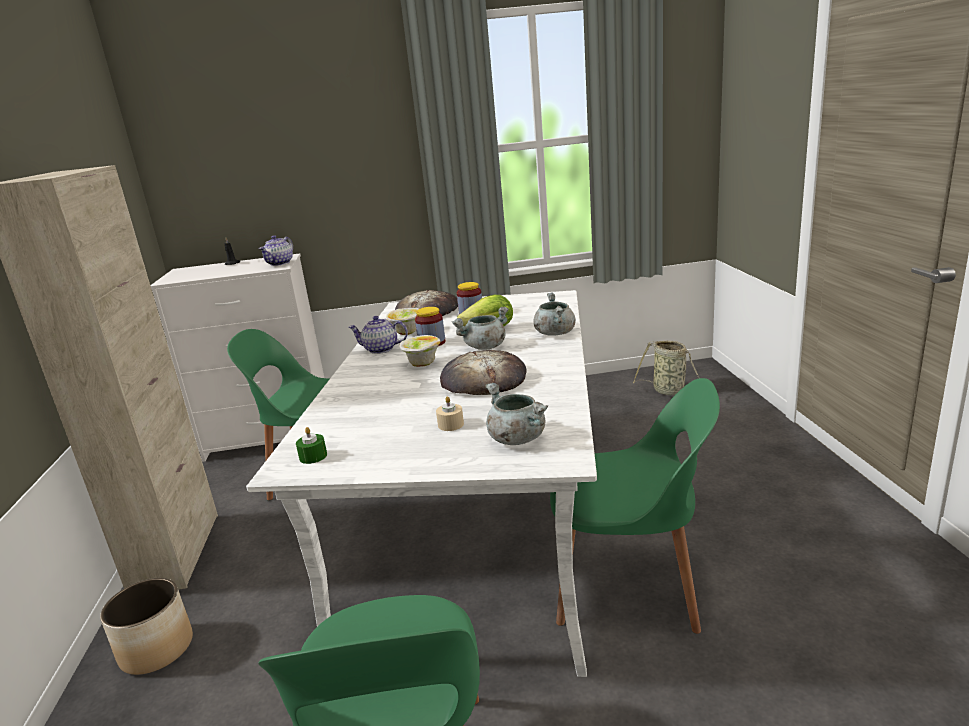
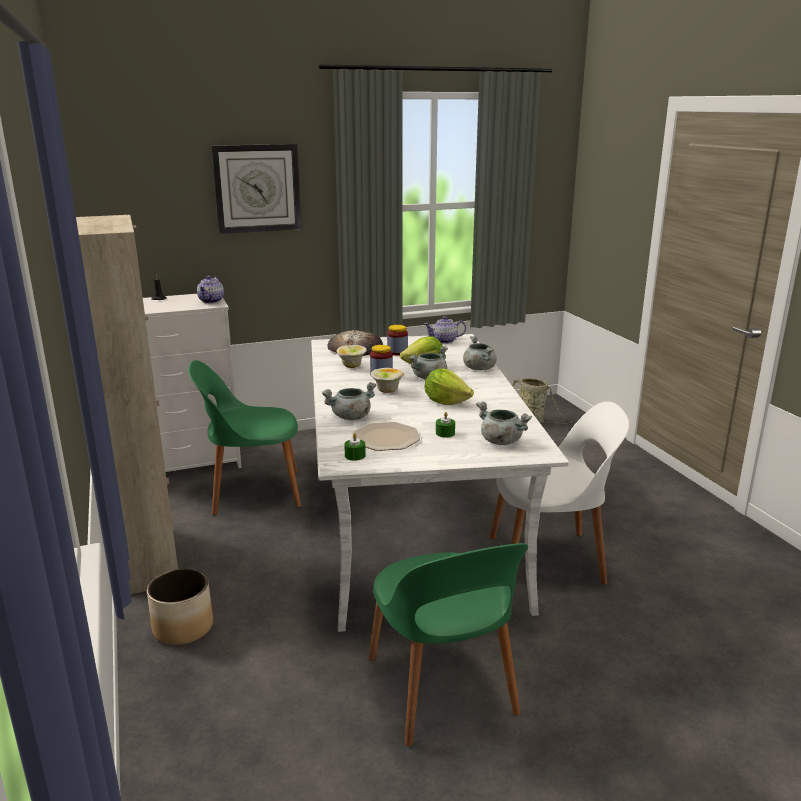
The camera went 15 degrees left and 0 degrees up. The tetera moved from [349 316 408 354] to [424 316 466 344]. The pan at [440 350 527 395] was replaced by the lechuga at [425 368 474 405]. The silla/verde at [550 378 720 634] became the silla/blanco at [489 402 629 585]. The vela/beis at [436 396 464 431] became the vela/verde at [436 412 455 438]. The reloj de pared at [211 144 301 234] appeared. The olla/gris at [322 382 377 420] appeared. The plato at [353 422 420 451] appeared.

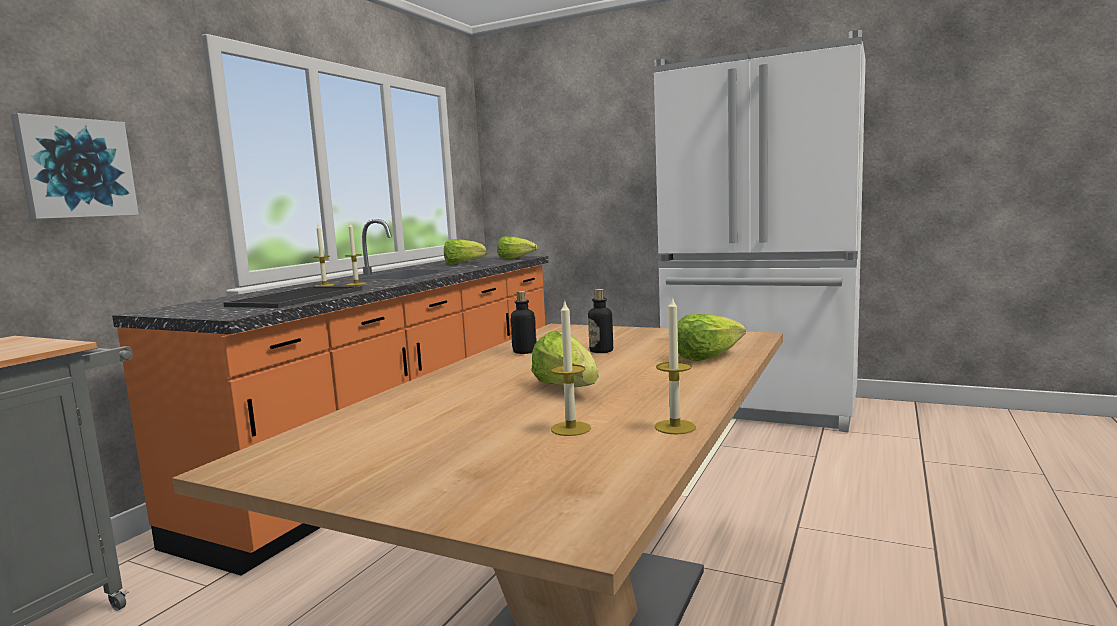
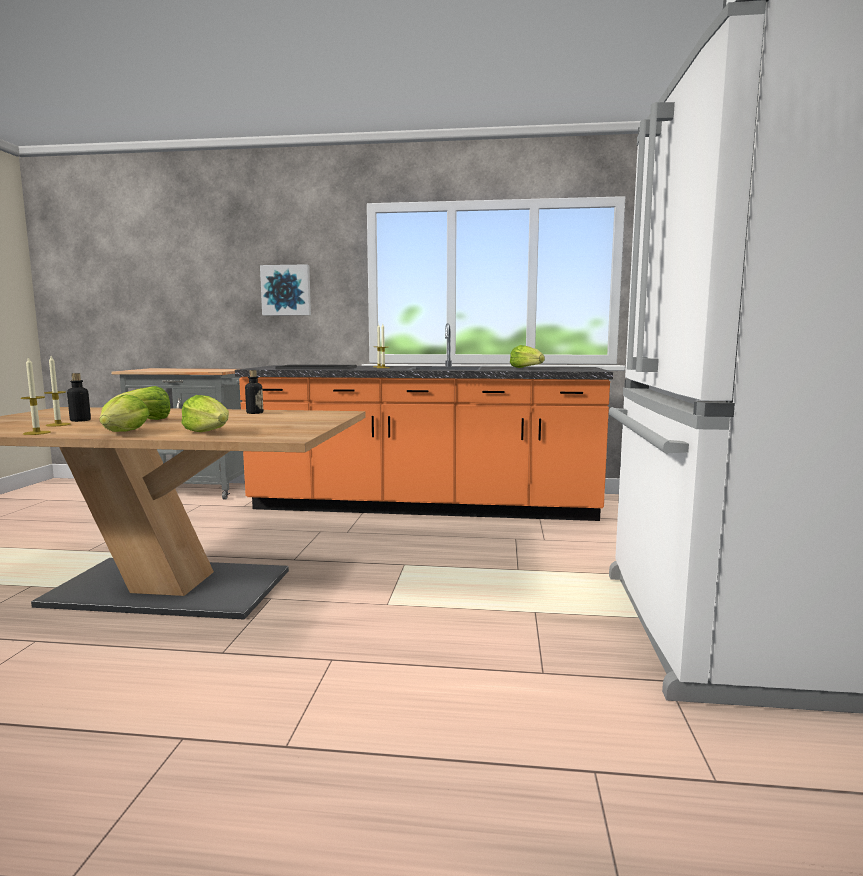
The camera went 70 degrees right and 0 degrees up. The lechuga moved from [497 236 537 259] to [99 394 150 432]. The botella moved from [588 289 613 353] to [67 373 91 422].

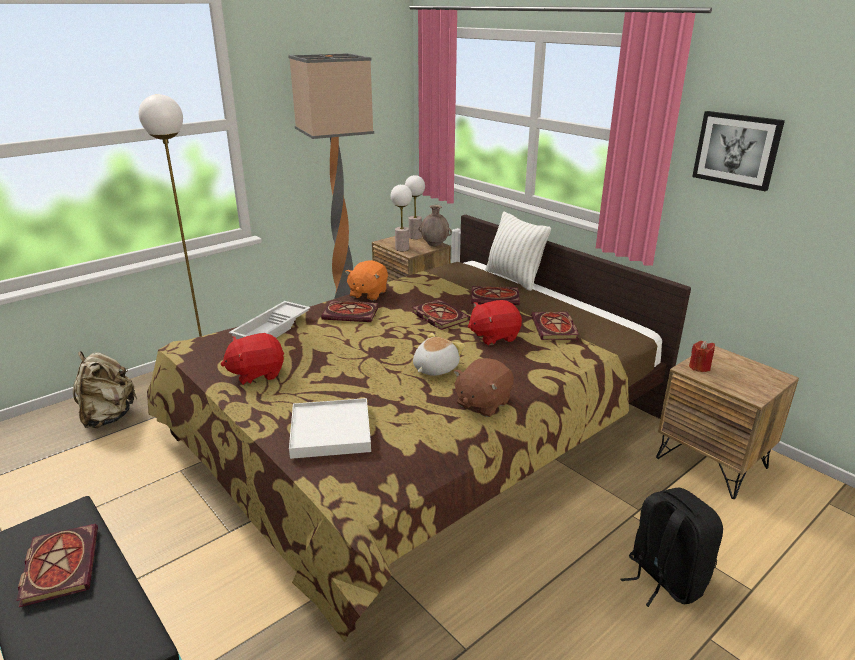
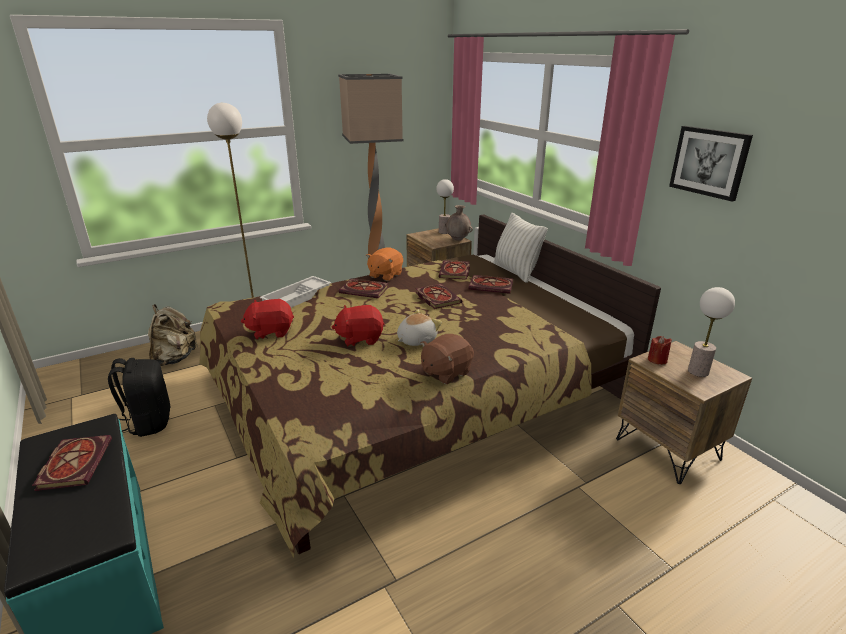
The camera went 10 degrees right and 0 degrees up. The lámpara de mesa moved from [391 184 412 252] to [688 287 735 377]. The peluche/rojo moved from [468 300 522 345] to [331 305 384 347]. The libro moved from [531 312 579 340] to [439 260 470 280]. The bandeja/blanco at [289 398 371 459] disappeared. The mochila/negro moved from [621 488 723 607] to [108 358 171 437].

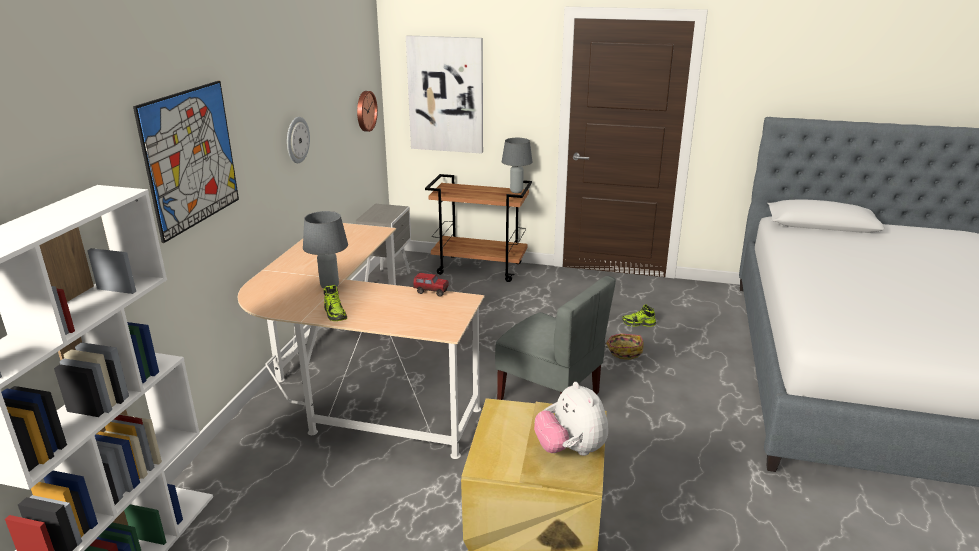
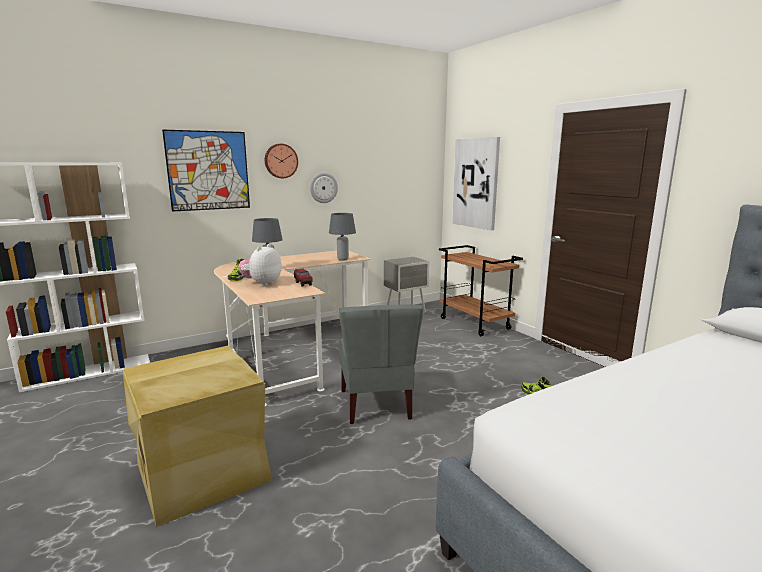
The camera went 45 degrees right and 10 degrees down. The reloj de pared moved from [357 91 378 132] to [265 144 298 178]. The lámpara de mesa/gris moved from [502 138 532 193] to [329 213 356 261]. The cesta at [605 333 644 360] disappeared. The peluche moved from [534 382 608 456] to [238 244 282 286].

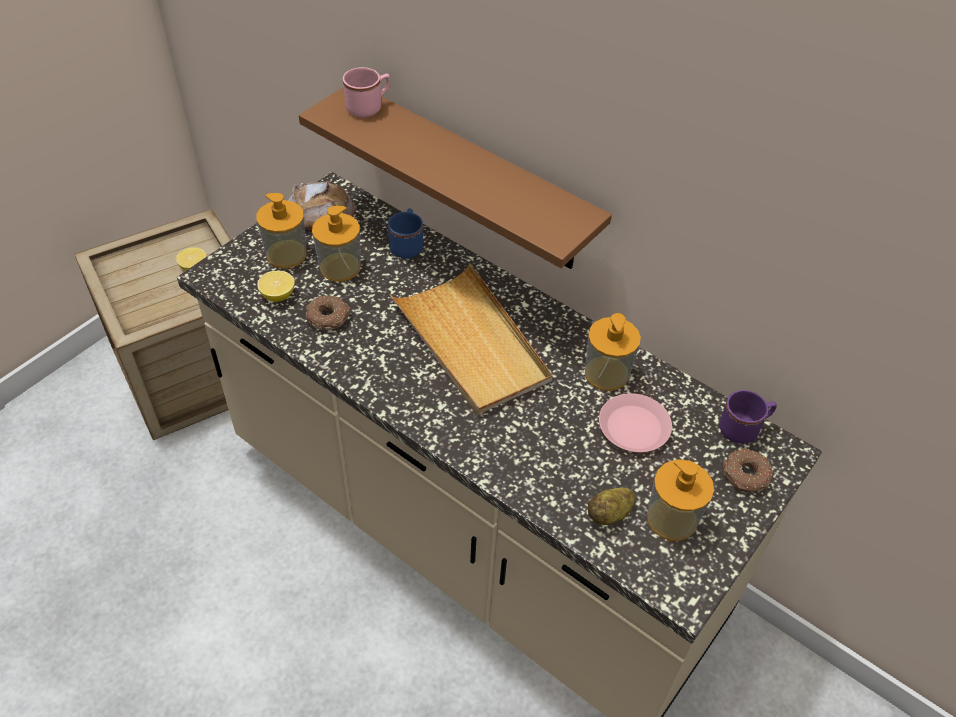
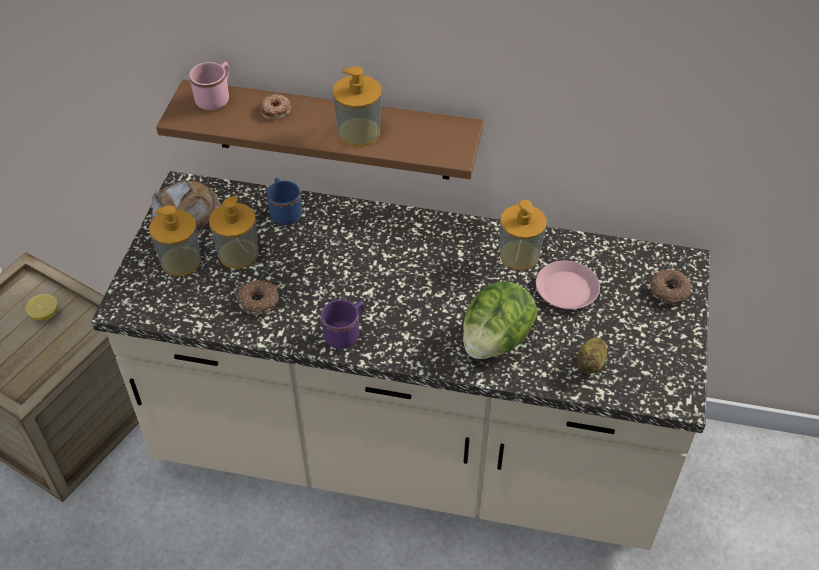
The camera went 25 degrees left and 0 degrees up. The bandeja/beis at [389 263 553 415] disappeared. The limón at [257 271 295 302] disappeared. The taza grande/morado moved from [719 390 777 444] to [321 300 365 349]. The dispensador de jabón moved from [647 460 714 541] to [333 66 382 146]. The rosquilla at [260 94 291 120] appeared. The lechuga at [463 282 538 359] appeared.

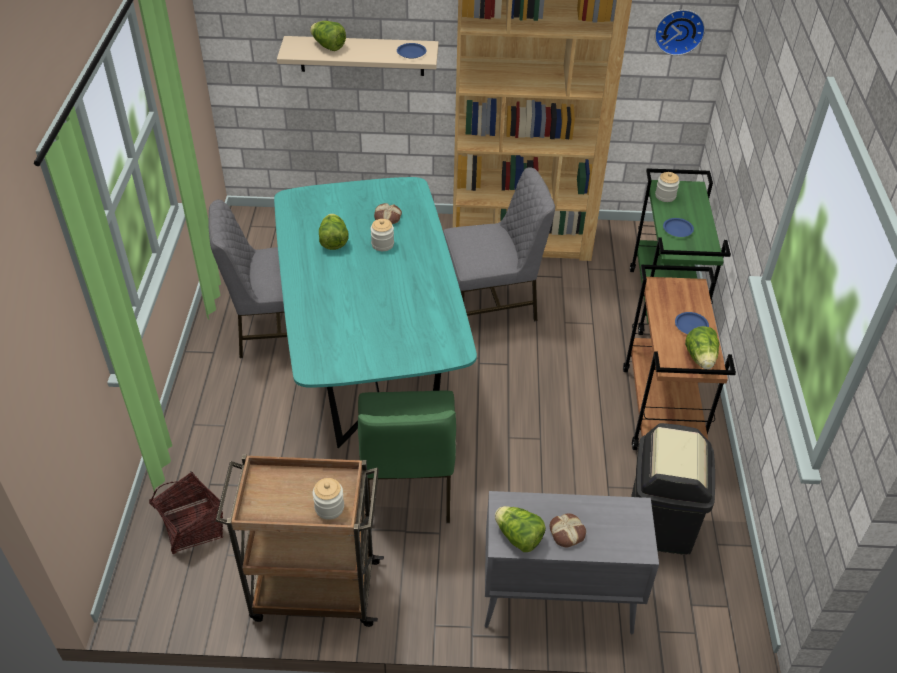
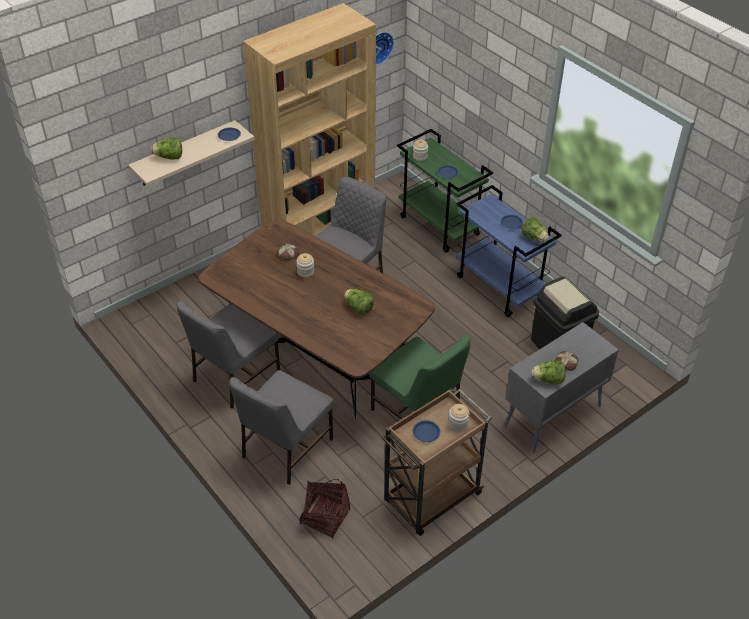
The camera went 40 degrees left and 0 degrees up. The mesa de comedor/turquesa at [274 177 477 448] became the mesa de comedor/marrón at [198 219 435 419]. The lechuga moved from [319 214 349 250] to [344 289 374 315]. The carrito/marrón at [623 265 736 450] became the carrito/azul at [456 185 562 317]. The silla/gris at [229 370 334 485] appeared. The plato/azul at [413 420 440 442] appeared.

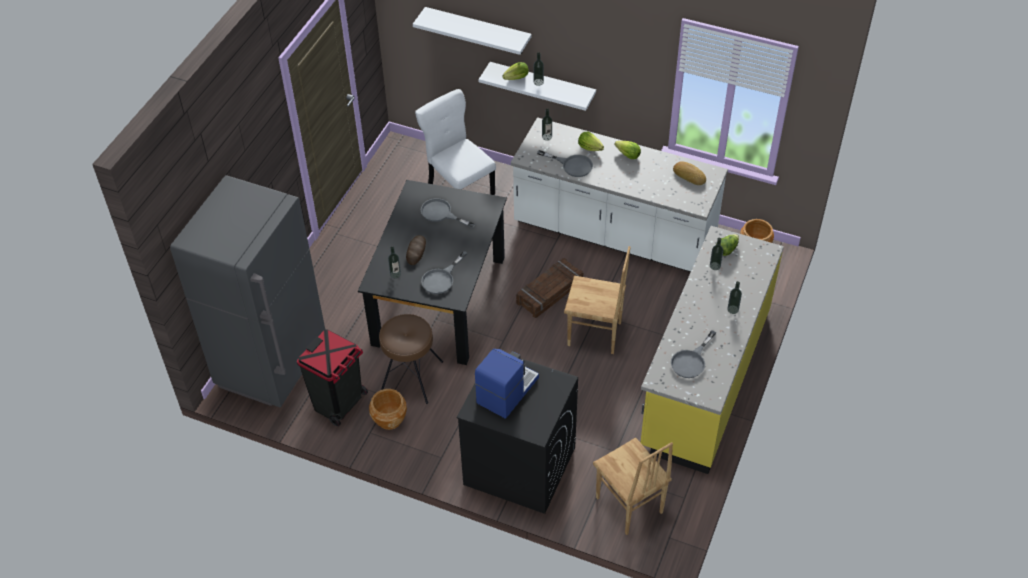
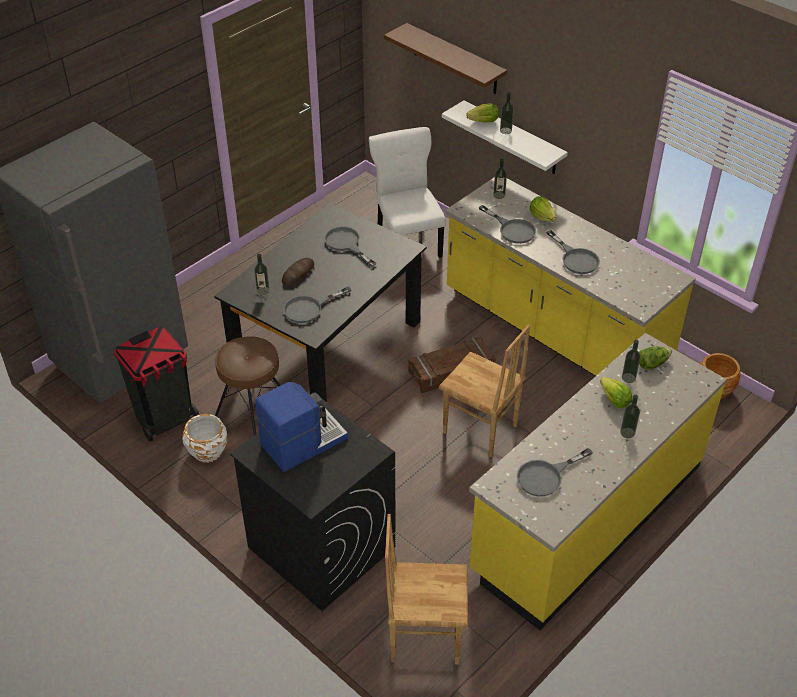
The camera went 20 degrees right and 5 degrees down. The estante/blanco at [413 7 532 55] became the estante/marrón at [384 23 507 94]. The mueble bajo de cocina/blanco at [511 117 728 272] became the mueble bajo de cocina/amarillo at [445 177 696 376]. The lechuga moved from [615 141 641 159] to [600 377 632 409]. The pan at [673 161 706 185] disappeared. The maceta/marrón at [369 389 407 430] became the maceta/blanco at [182 414 227 463]. The silla/marrón at [593 437 673 535] turned 105 degrees clockwise. The sartén/gris at [546 230 600 274] appeared.

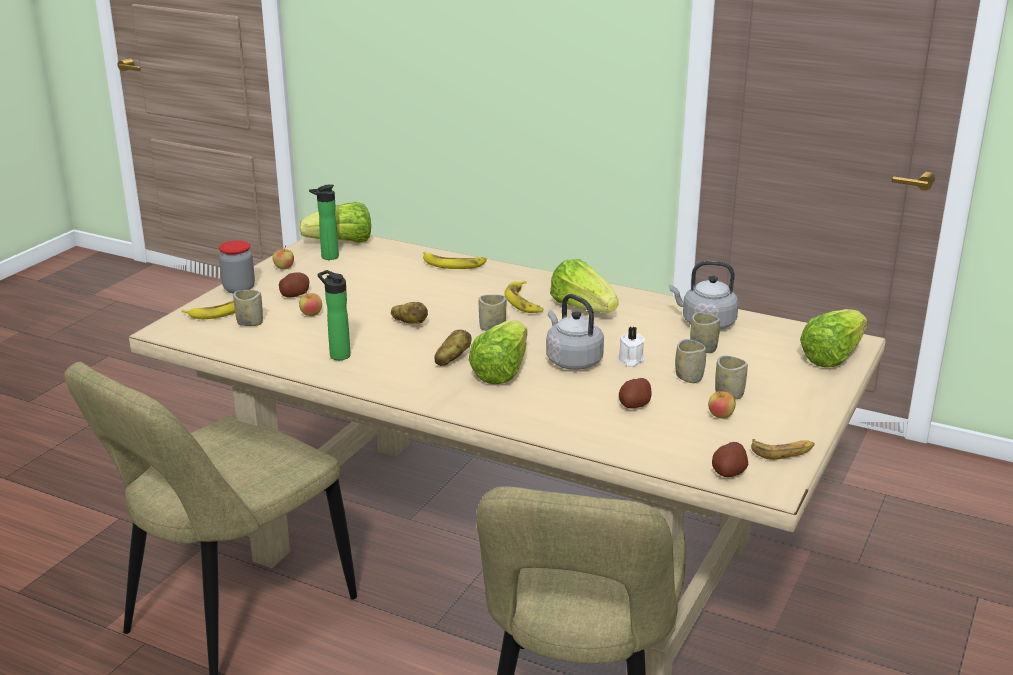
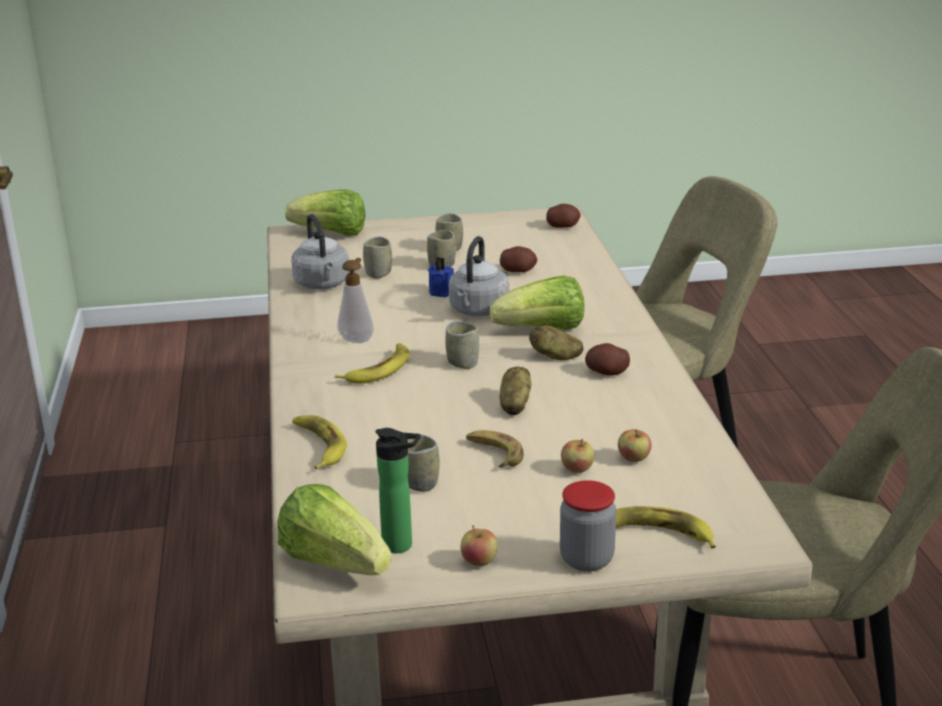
The camera went 125 degrees left and 0 degrees up. The lechuga at [550 259 618 313] was replaced by the dispensador de jabón at [337 258 374 343]. The botella at [318 270 351 360] disappeared. The patata moved from [279 272 309 298] to [585 343 630 376]. The taza moved from [233 290 263 326] to [407 433 440 492]. The vela/blanco at [617 327 645 367] became the vela/azul at [428 257 454 297]. The manzana moved from [708 388 736 418] to [618 429 651 462]. The plátano moved from [751 439 815 460] to [466 430 524 468].

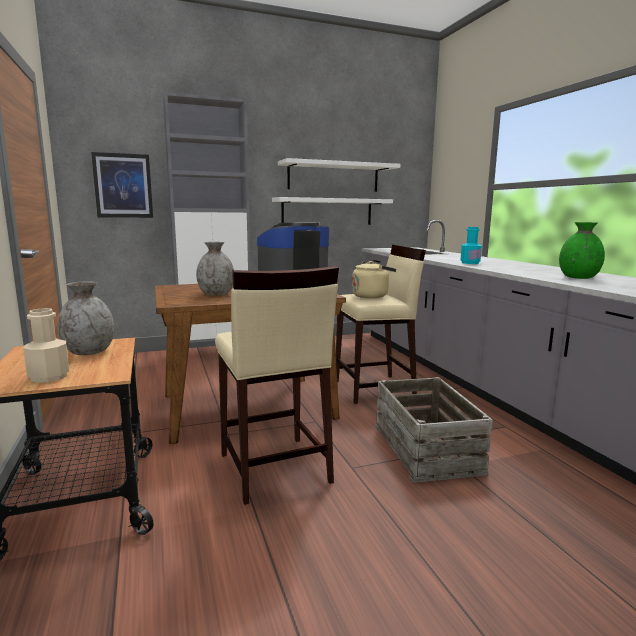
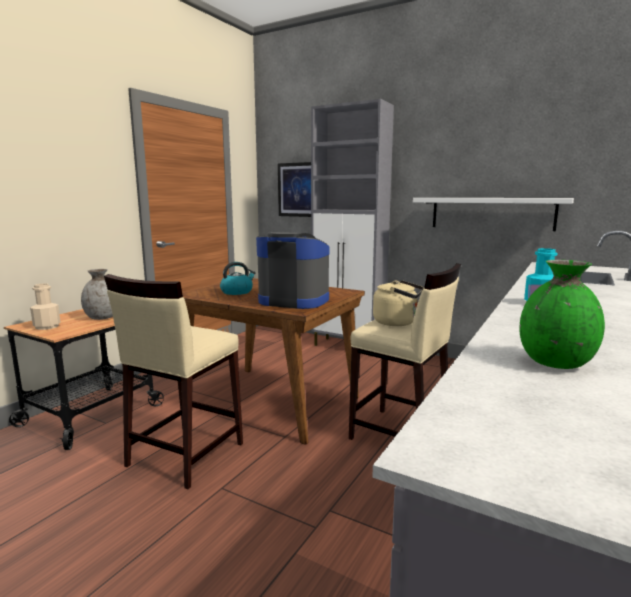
The camera went 50 degrees right and 0 degrees up. The estante/blanco at [278 158 400 192] disappeared. The florero/gris at [196 242 234 296] was replaced by the hervidor at [220 262 256 295]. The caja de embalaje at [375 377 493 483] disappeared.

